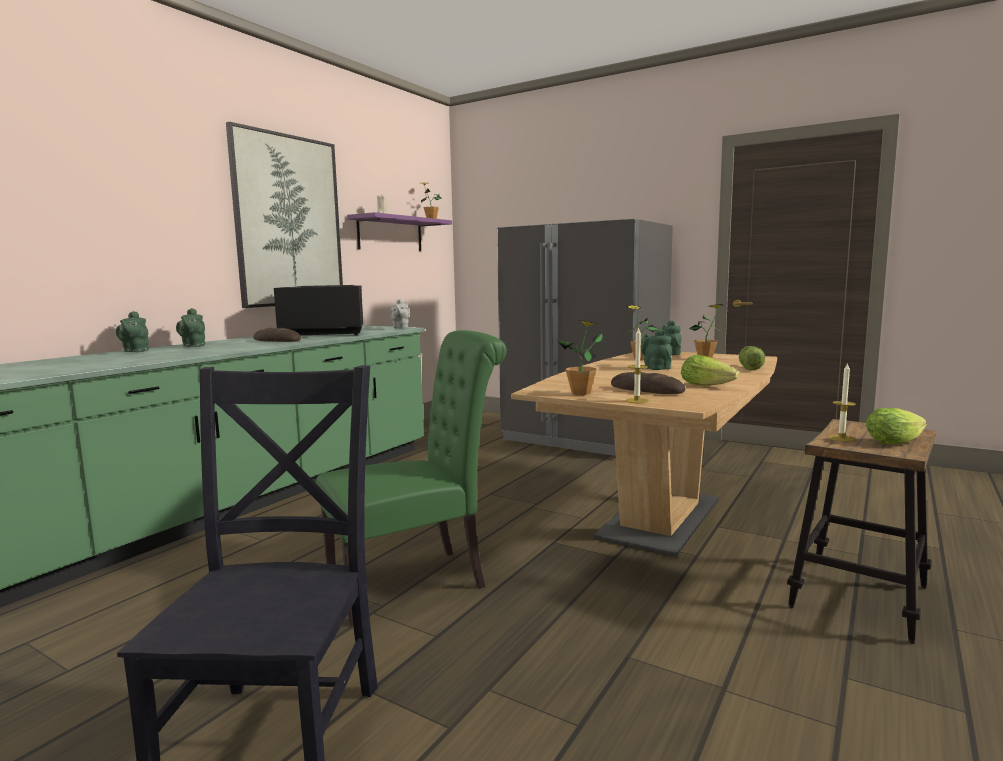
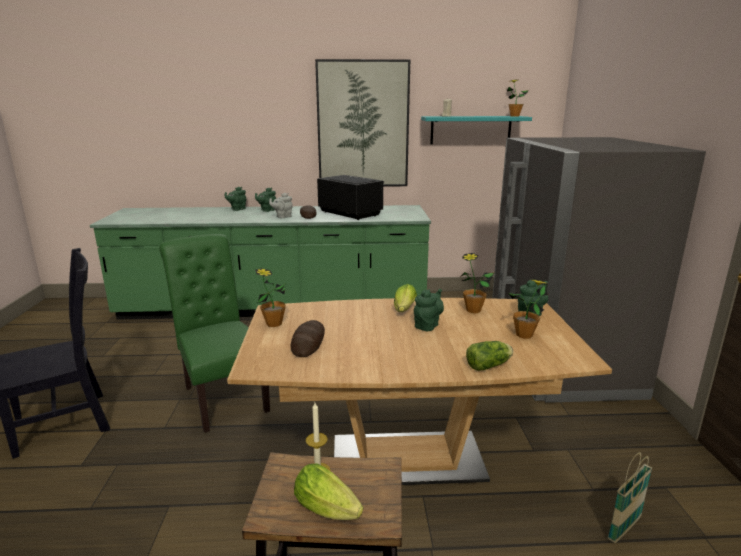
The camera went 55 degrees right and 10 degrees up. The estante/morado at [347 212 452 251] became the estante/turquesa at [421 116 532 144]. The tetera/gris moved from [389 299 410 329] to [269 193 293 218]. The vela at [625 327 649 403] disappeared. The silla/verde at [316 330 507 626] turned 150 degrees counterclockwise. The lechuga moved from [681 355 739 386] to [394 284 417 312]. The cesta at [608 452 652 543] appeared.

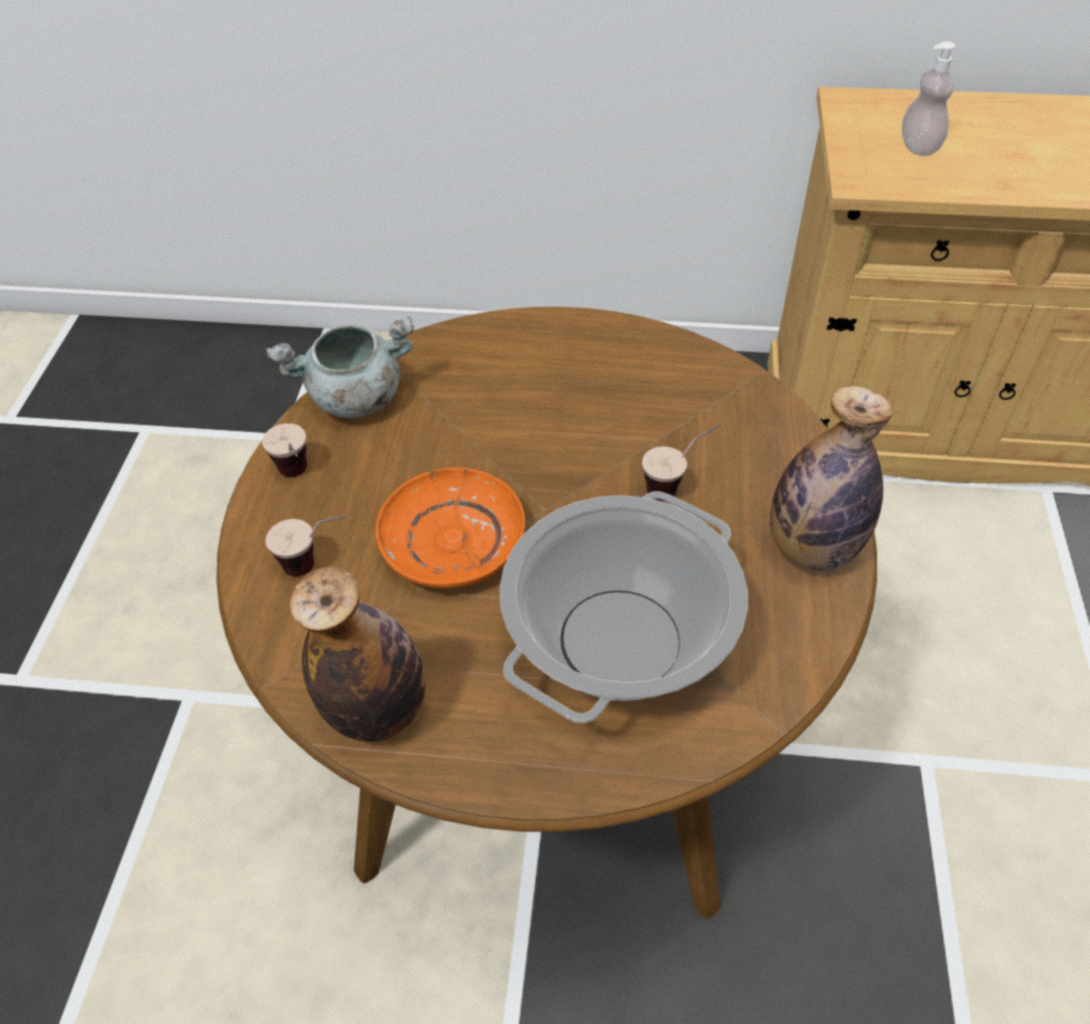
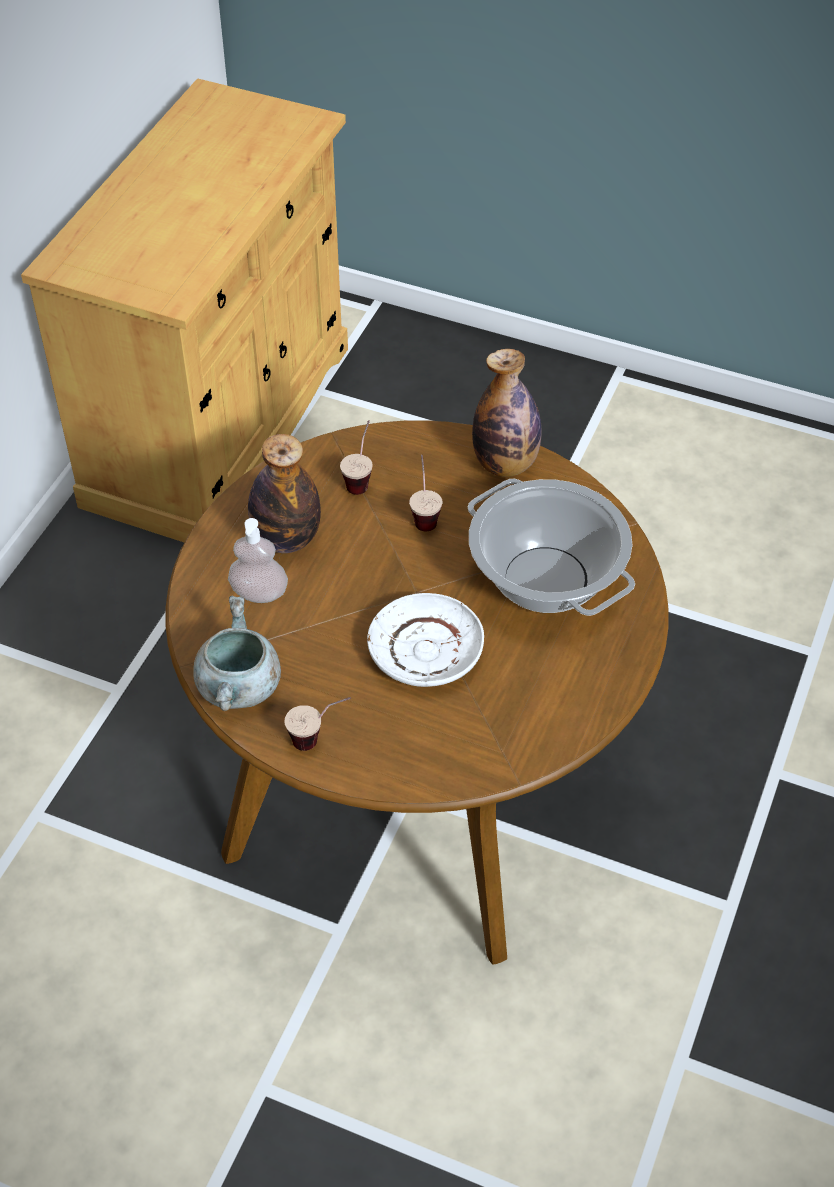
The camera went 75 degrees left and 0 degrees up. The dispensador de jabón moved from [902 41 955 156] to [228 518 288 603]. The plato/naranja at [376 468 525 588] became the plato/blanco at [367 593 484 687]. The taza moved from [265 515 347 577] to [340 420 373 495]. The botella moved from [290 567 425 742] to [248 434 321 553].

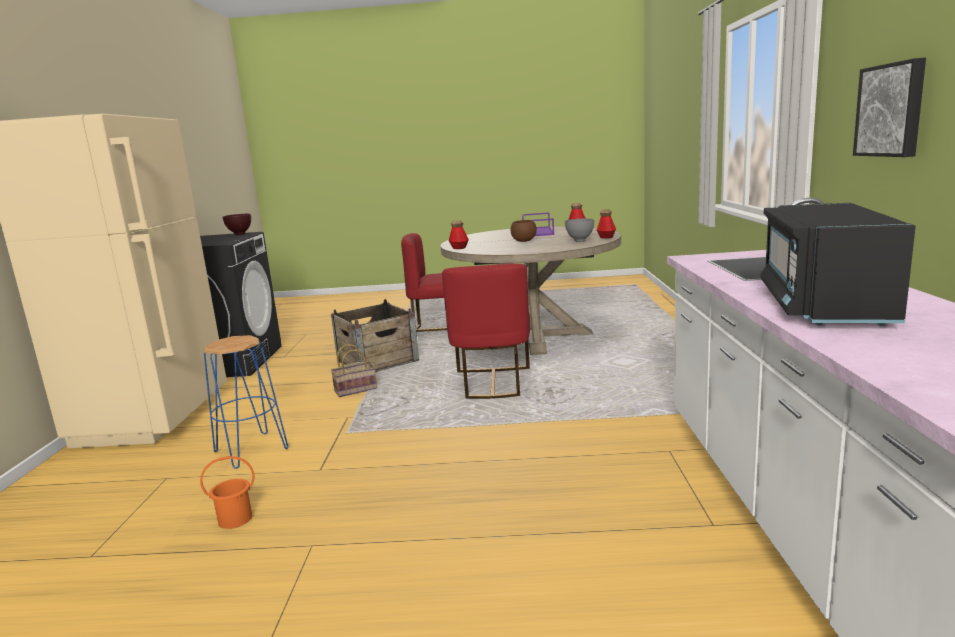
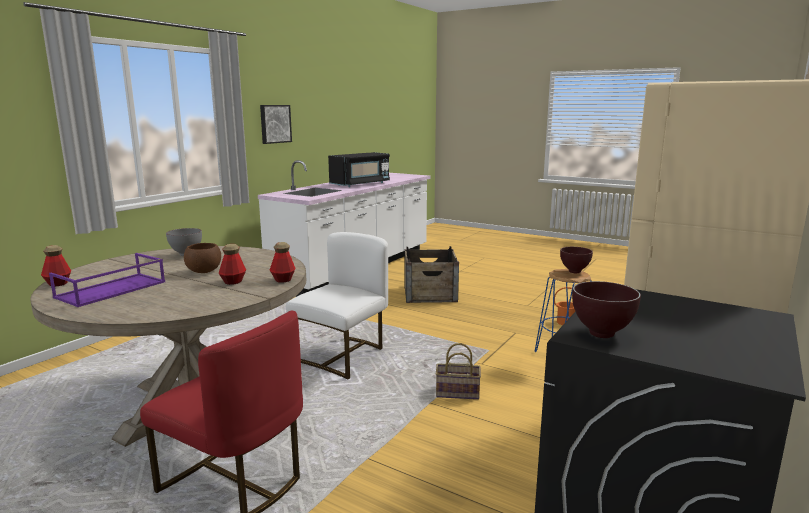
The camera went 150 degrees left and 0 degrees up. The botella moved from [597 210 616 239] to [219 244 246 285]. The silla/rojo at [442 264 530 399] became the silla/blanco at [286 232 388 379]. The caja de embalaje moved from [331 299 419 373] to [404 246 459 303]. The cuenco/marrón at [560 247 593 273] appeared.

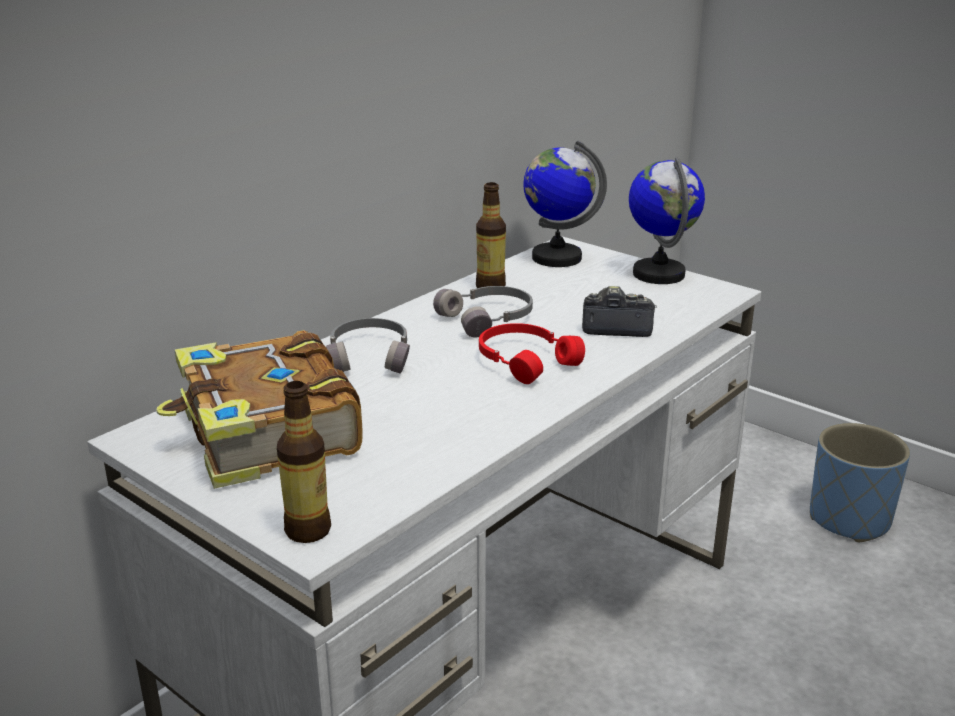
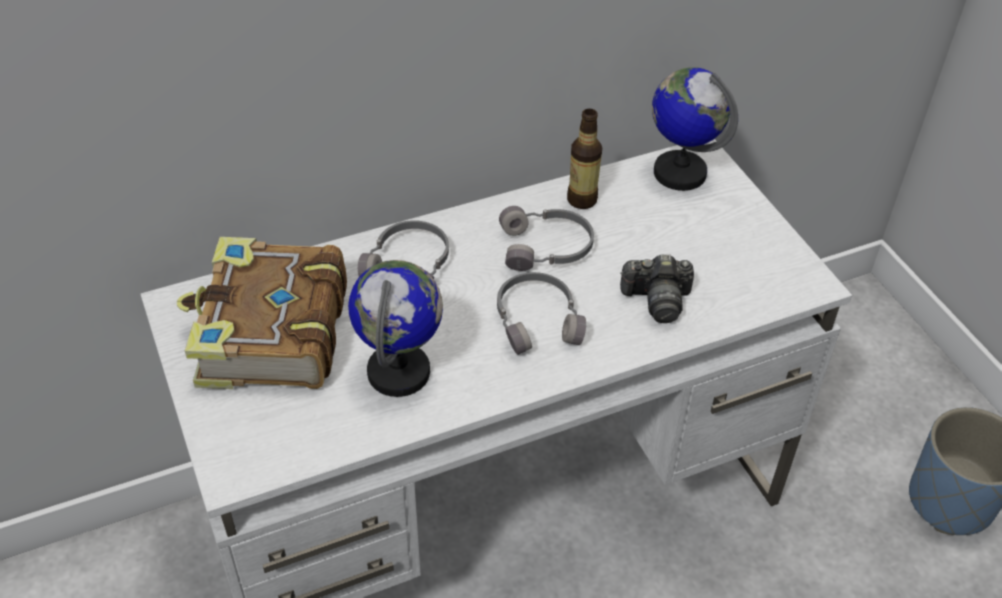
The camera went 25 degrees right and 20 degrees up. The globo terráqueo moved from [629 157 705 284] to [348 260 443 397]. The cámara at [582 286 657 337] turned 150 degrees clockwise. The auriculares/rojo at [479 323 585 384] became the auriculares/gris at [497 272 586 355]. The botella at [277 381 331 543] disappeared.

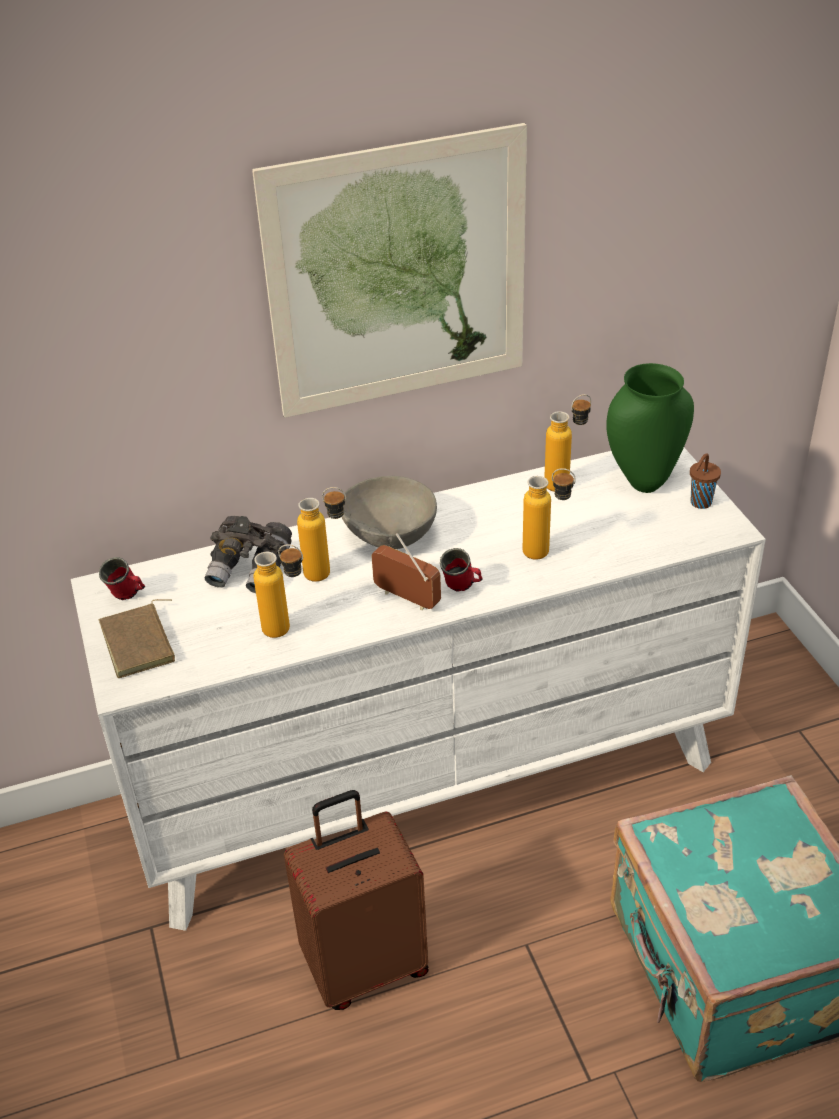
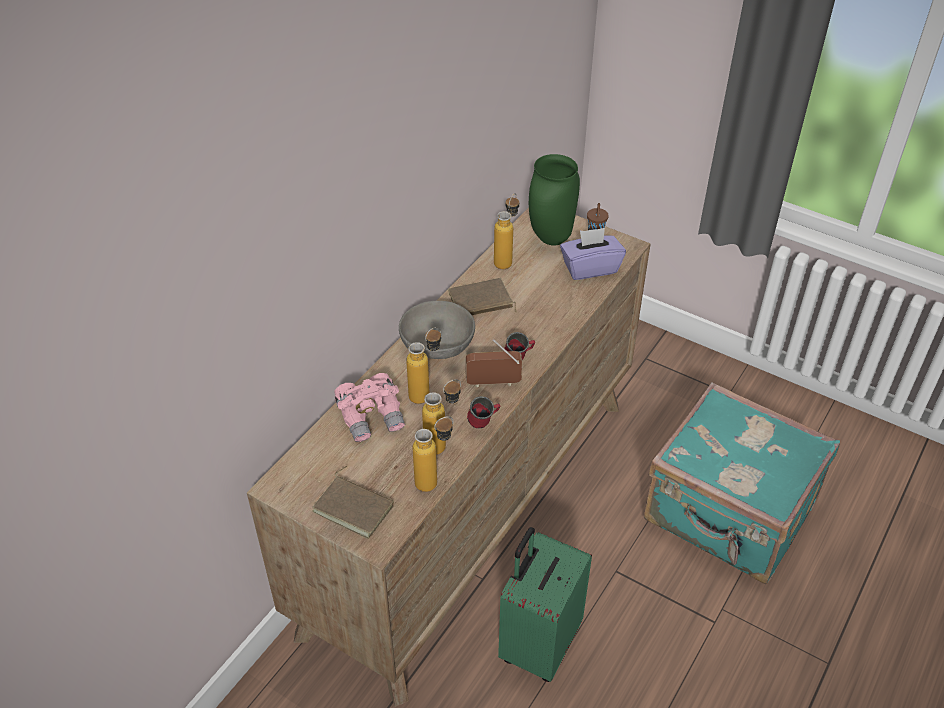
The camera went 40 degrees left and 5 degrees up. The cuadro at [252 123 527 418] disappeared. The cómoda/blanco at [71 448 766 931] became the cómoda/marrón at [247 208 651 706]. The botella moved from [523 468 576 560] to [413 416 453 492]. The prismáticos/gris at [205 516 292 593] became the prismáticos/rosa at [334 373 405 442]. The taza grande/rojo moved from [99 557 145 600] to [467 396 500 428]. The maleta/marrón at [284 790 428 1010] became the maleta/verde at [498 527 592 682]. The caja de pañuelos/morado at [560 228 626 280] appeared. The libro/marrón at [448 278 517 315] appeared.

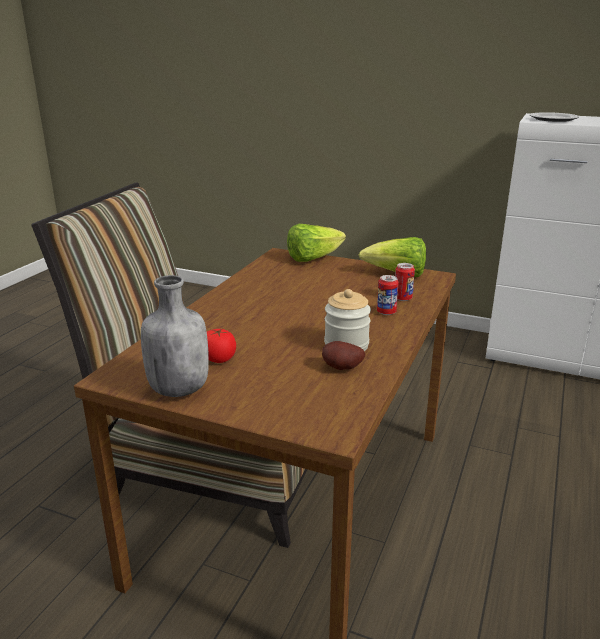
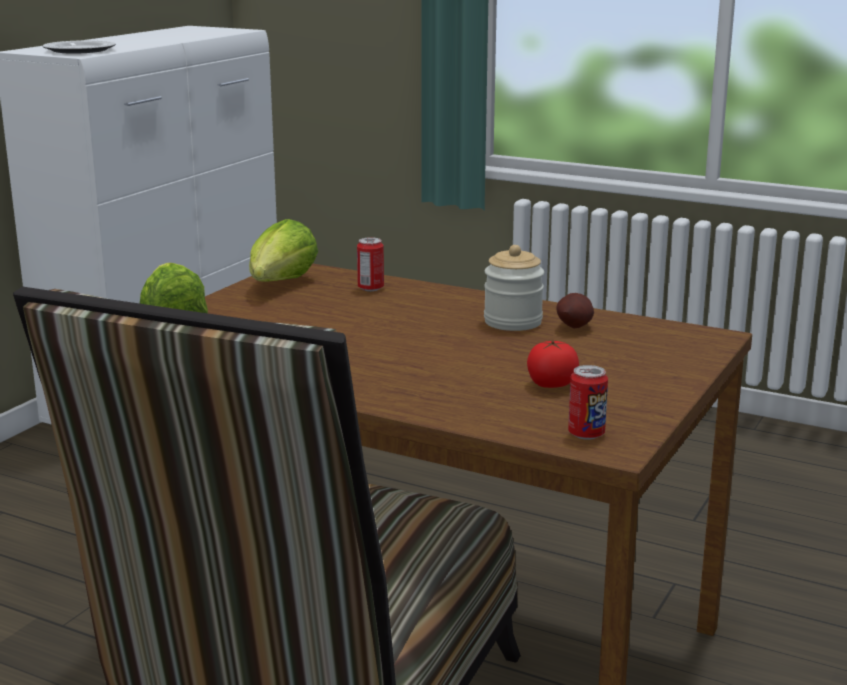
The camera went 85 degrees left and 5 degrees down. The botella/gris at [141 275 209 397] disappeared. The lata moved from [377 275 399 315] to [568 365 608 440].

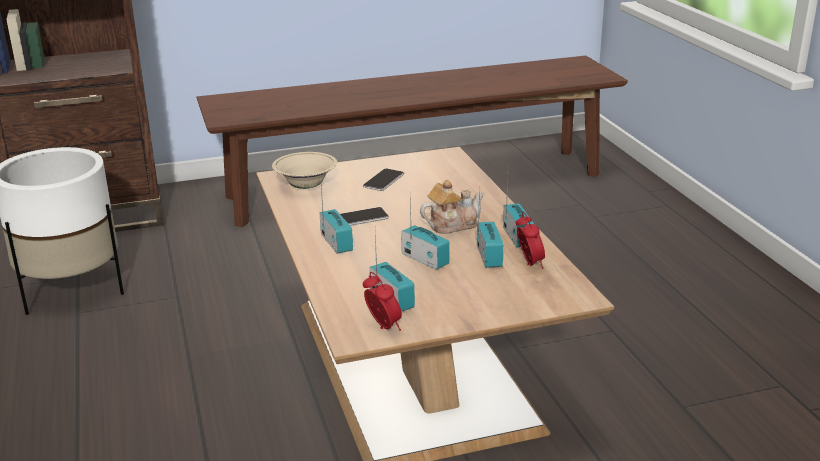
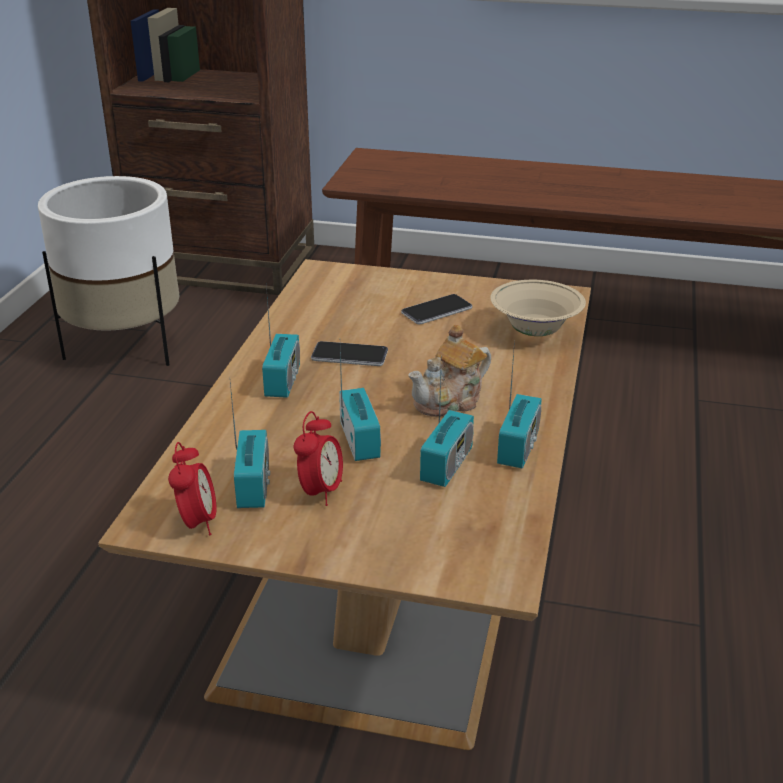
The camera went 30 degrees right and 5 degrees up. The cuenco/beis moved from [272 152 337 189] to [490 280 586 336]. The tetera at [420 180 484 234] turned 135 degrees clockwise. The despertador moved from [516 212 545 269] to [294 411 343 506].

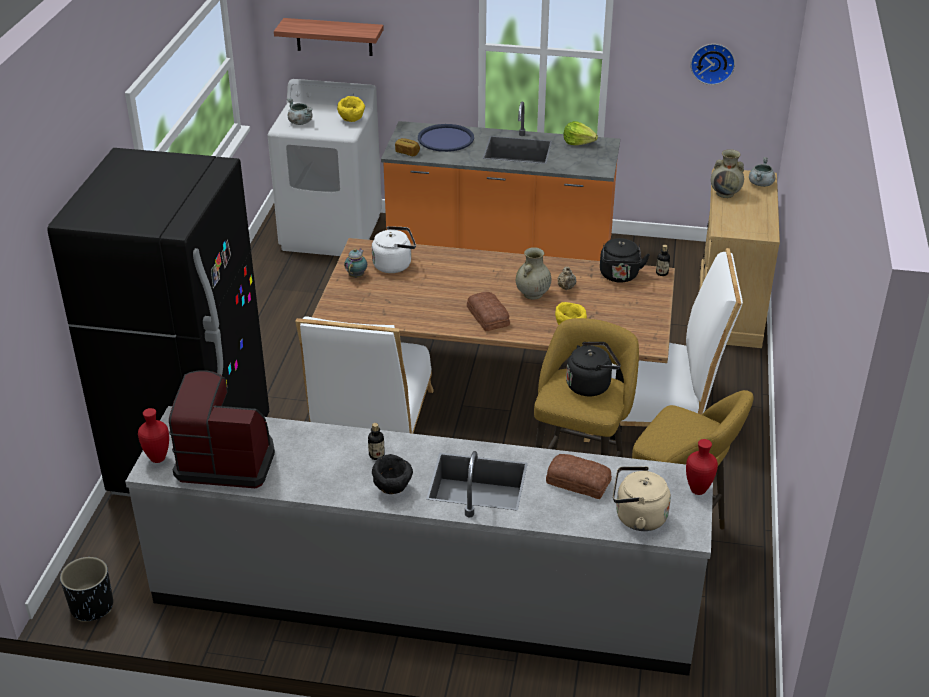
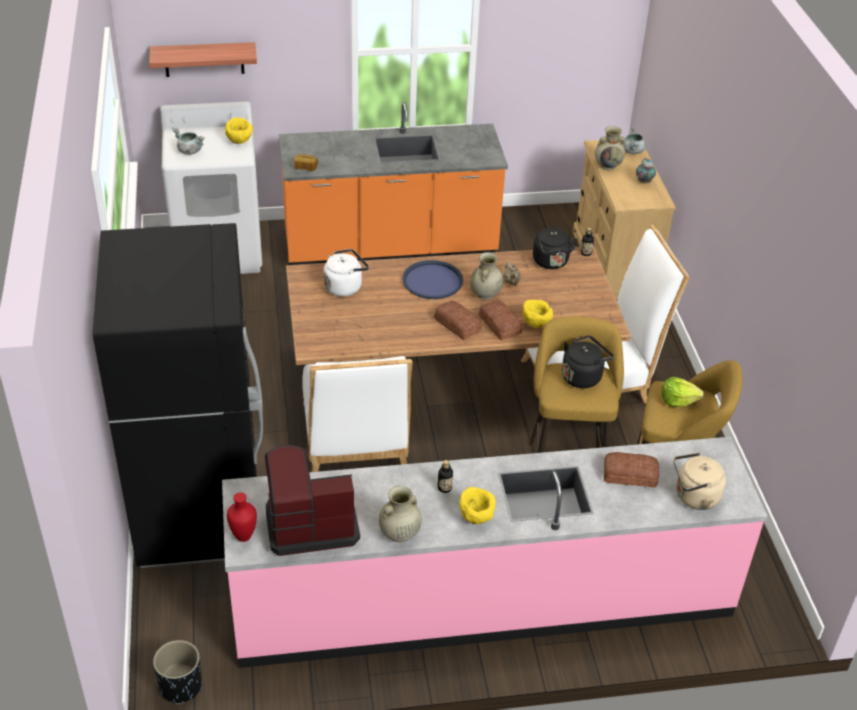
The camera went 20 degrees left and 5 degrees up. The reloj de pared at [691 44 735 85] disappeared. The lechuga moved from [563 121 598 145] to [662 377 704 407]. The bandeja/azul moved from [418 124 474 152] to [402 260 463 299]. The tetera moved from [344 249 367 278] to [636 158 656 184]. The mueble bajo de cocina/gris at [125 406 713 676] became the mueble bajo de cocina/rosa at [222 437 767 668]. The florero/rojo at [686 439 718 495] disappeared. The cuenco/negro at [372 454 413 494] became the cuenco/amarillo at [459 487 496 524]. The pan at [479 300 522 340] appeared. The florero/beis at [379 486 422 543] appeared.

